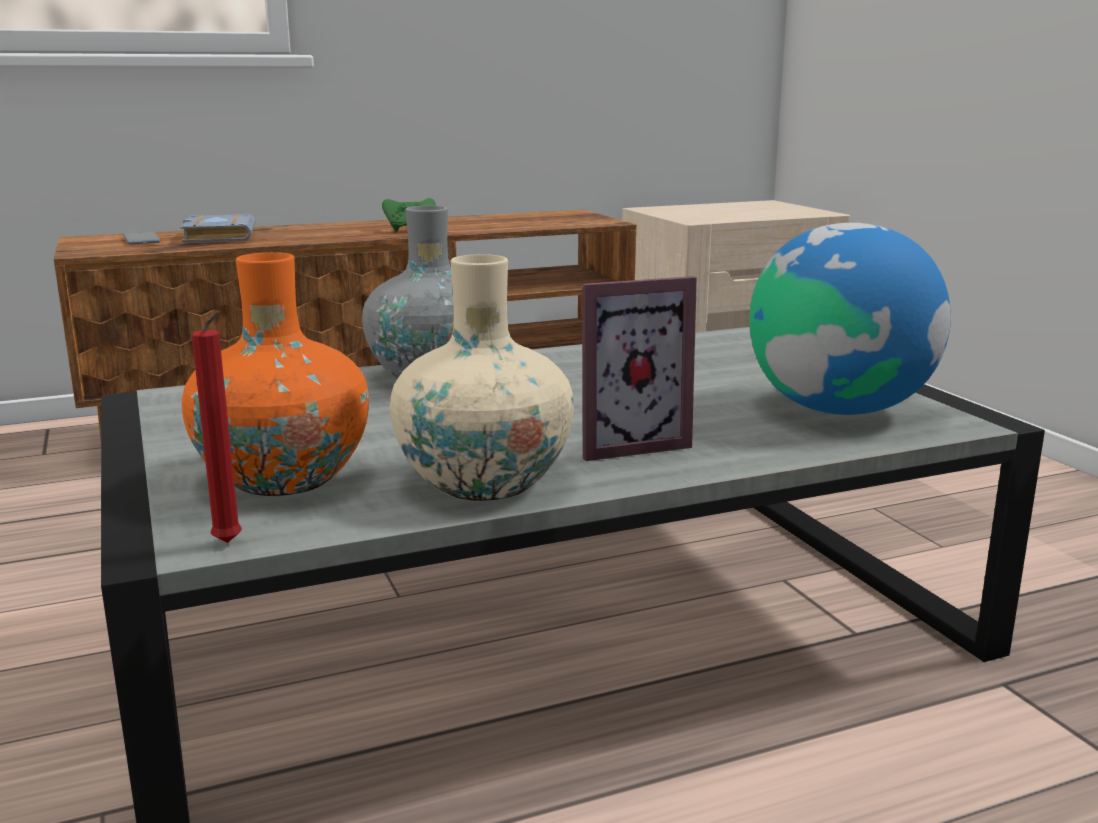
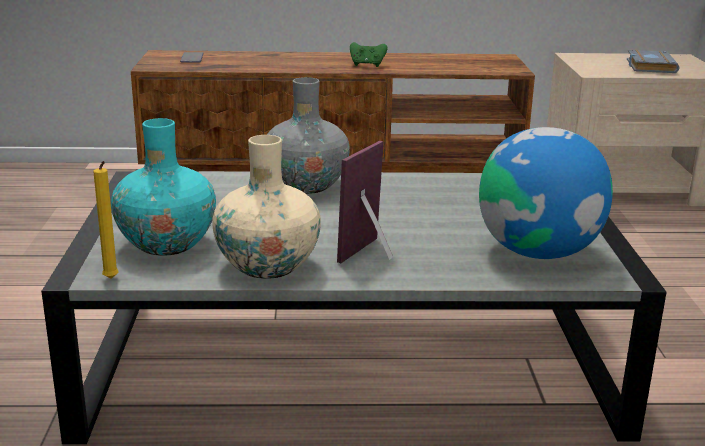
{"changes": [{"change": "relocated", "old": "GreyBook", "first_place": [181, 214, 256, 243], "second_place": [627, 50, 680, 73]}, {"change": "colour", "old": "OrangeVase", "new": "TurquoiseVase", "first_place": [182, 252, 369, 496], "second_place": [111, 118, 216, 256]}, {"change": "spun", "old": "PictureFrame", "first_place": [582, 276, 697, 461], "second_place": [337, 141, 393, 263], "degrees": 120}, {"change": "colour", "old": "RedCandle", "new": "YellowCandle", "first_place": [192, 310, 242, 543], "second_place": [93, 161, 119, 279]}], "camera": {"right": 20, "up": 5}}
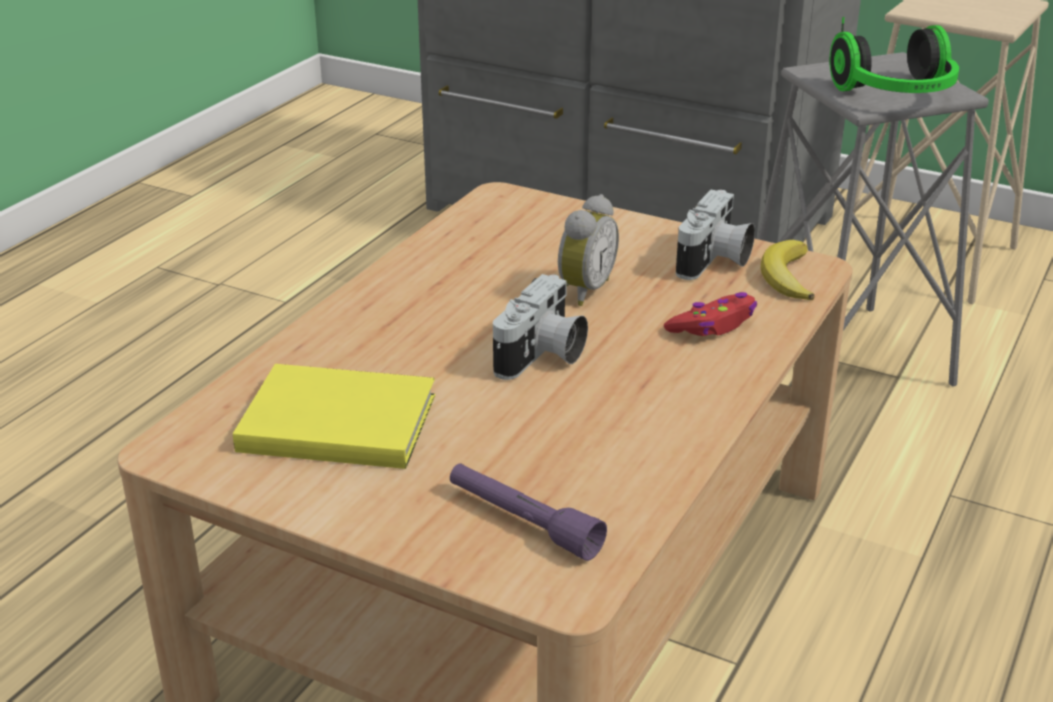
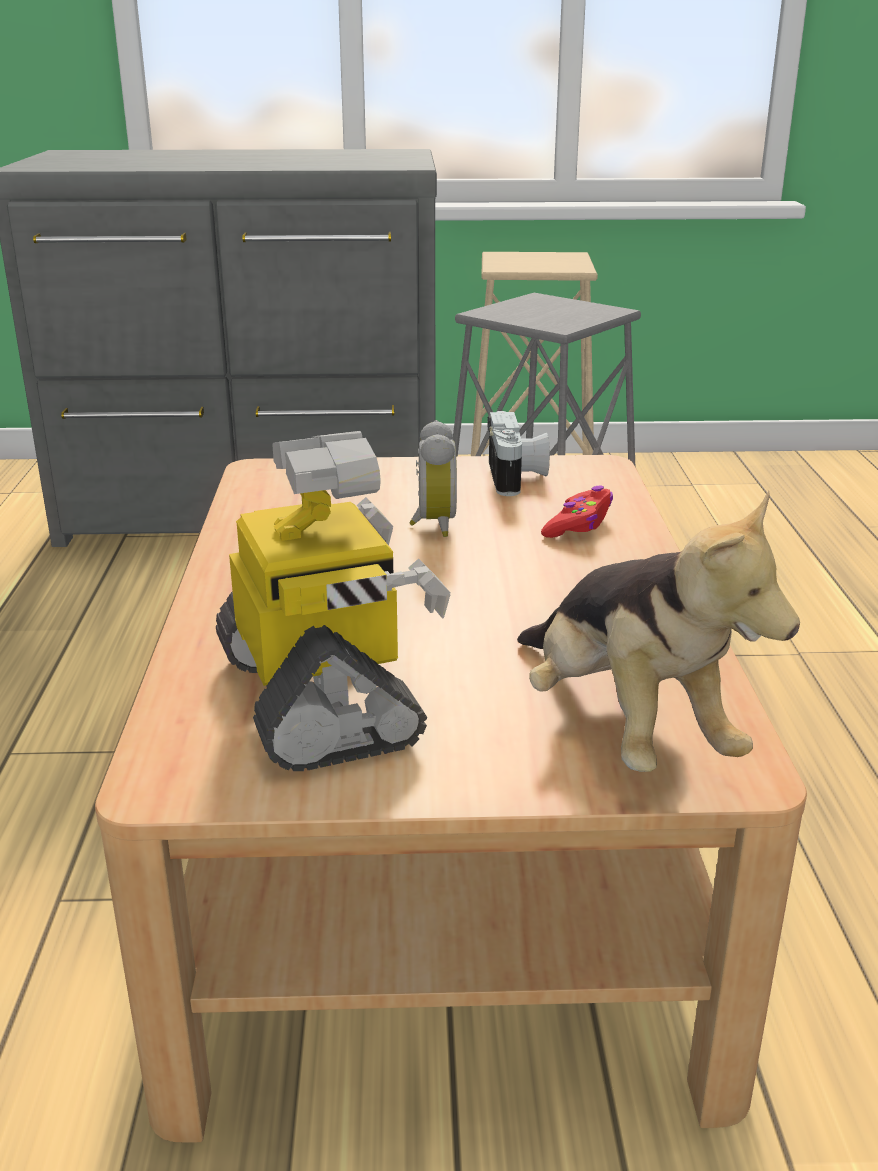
{"changes": [{"change": "missing", "old": "Headphones", "first_place": [830, 17, 959, 93]}, {"change": "missing", "old": "Banana", "first_place": [761, 240, 815, 300]}, {"change": "missing", "old": "PhotoCamera", "first_place": [493, 274, 588, 380]}, {"change": "exchanged", "old": "YellowBook", "new": "ToyRobot", "first_place": [233, 364, 435, 469], "second_place": [216, 431, 451, 771]}, {"change": "exchanged", "old": "PurpleFlashlight", "new": "PlushToy", "first_place": [450, 463, 607, 561], "second_place": [517, 490, 800, 772]}], "camera": {"right": -30, "up": -5}}
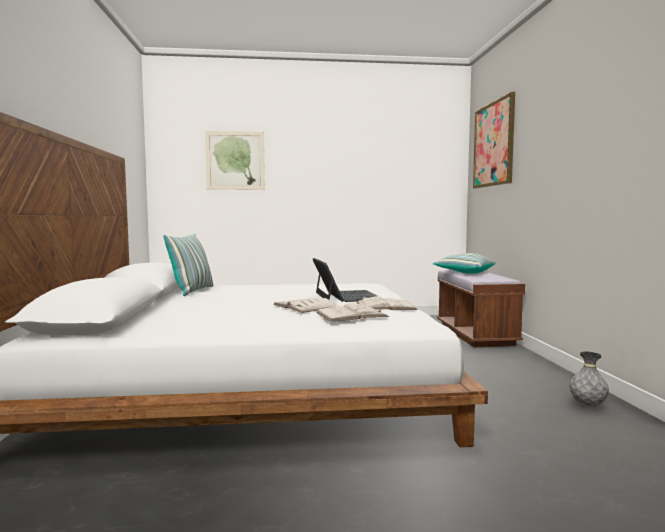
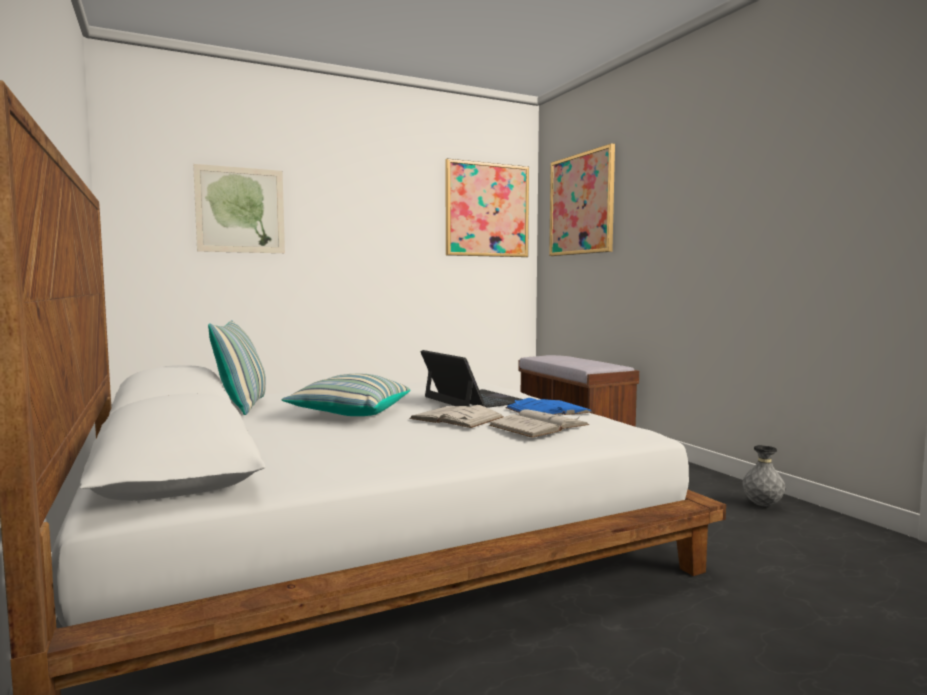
{"changes": [{"change": "relocated", "old": "Pillow", "first_place": [433, 253, 496, 273], "second_place": [282, 374, 410, 416]}, {"change": "colour", "old": "WhiteBook", "new": "BlueBook", "first_place": [356, 296, 418, 310], "second_place": [505, 398, 592, 415]}, {"change": "appeared", "new": "Picture", "second_place": [445, 159, 529, 257]}], "camera": {"right": -20, "up": 0}}
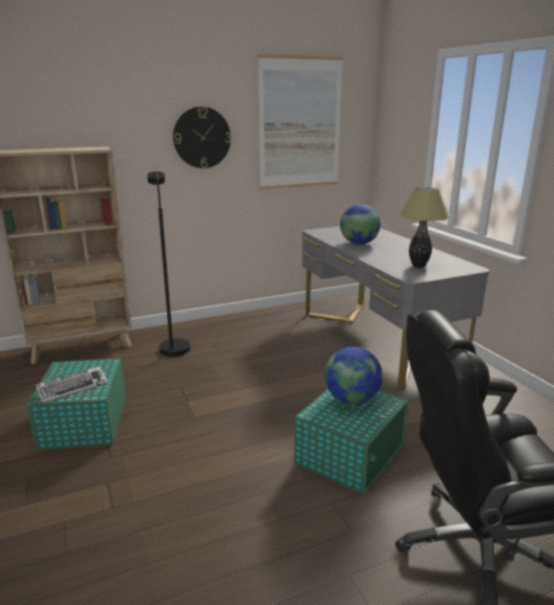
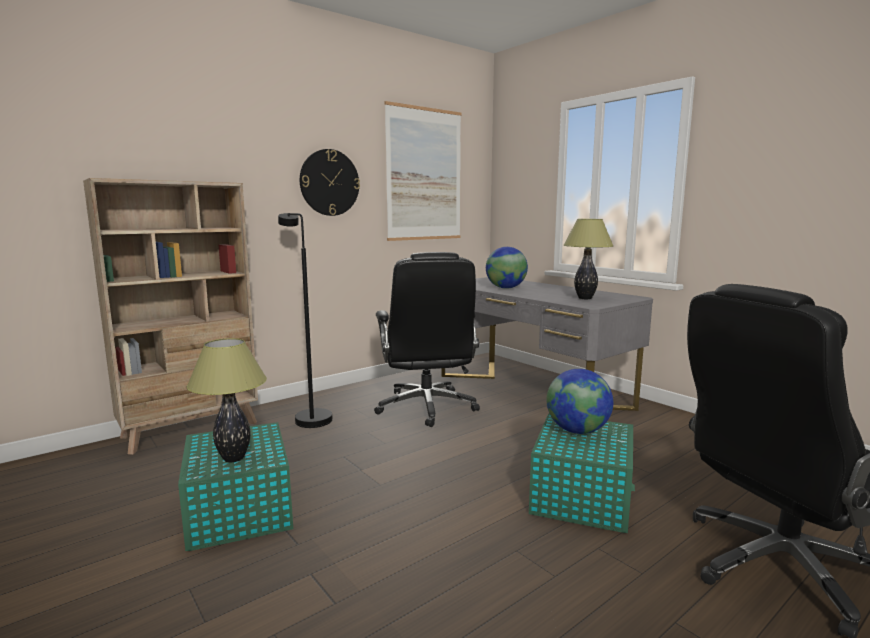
{"changes": [{"change": "exchanged", "old": "Keyboard", "new": "TableLamp", "first_place": [36, 366, 108, 403], "second_place": [187, 338, 267, 462]}, {"change": "appeared", "new": "BlackOfficeChair", "second_place": [374, 252, 480, 427]}], "camera": {"right": -15, "up": -10}}
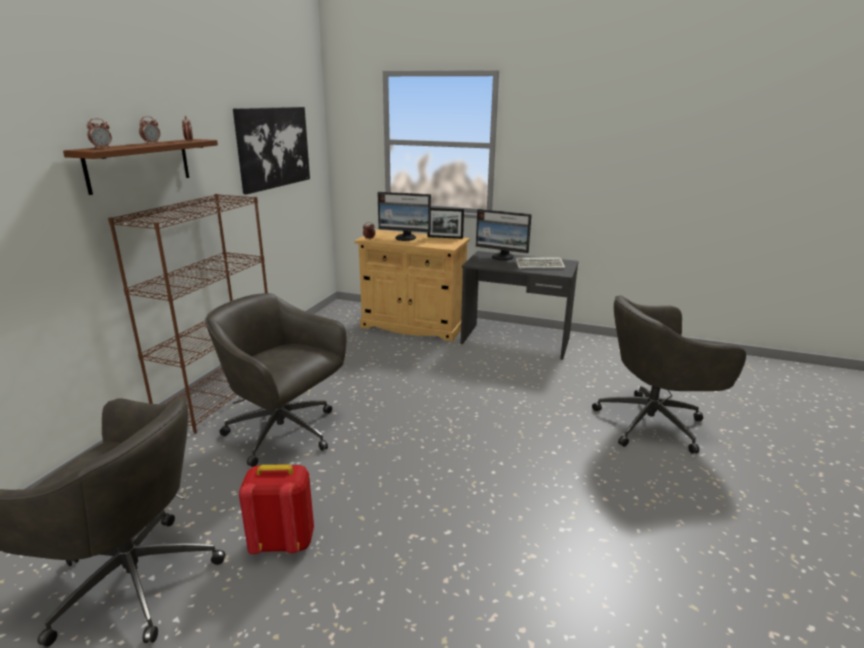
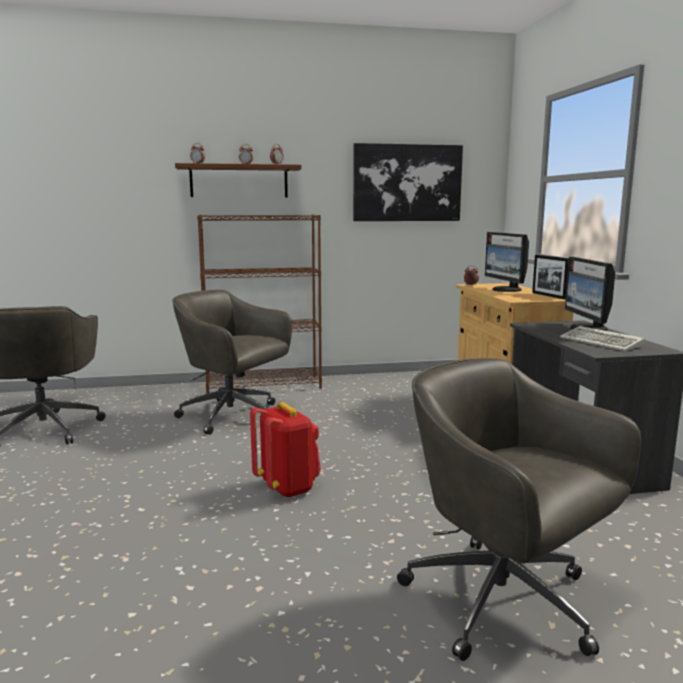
{"changes": [{"change": "spun", "old": "GreyOfficeChair", "first_place": [205, 293, 346, 467], "second_place": [172, 290, 292, 435], "degrees": -60}, {"change": "relocated", "old": "RedBackpack", "first_place": [239, 464, 314, 554], "second_place": [250, 402, 321, 498]}], "camera": {"right": 60, "up": -10}}
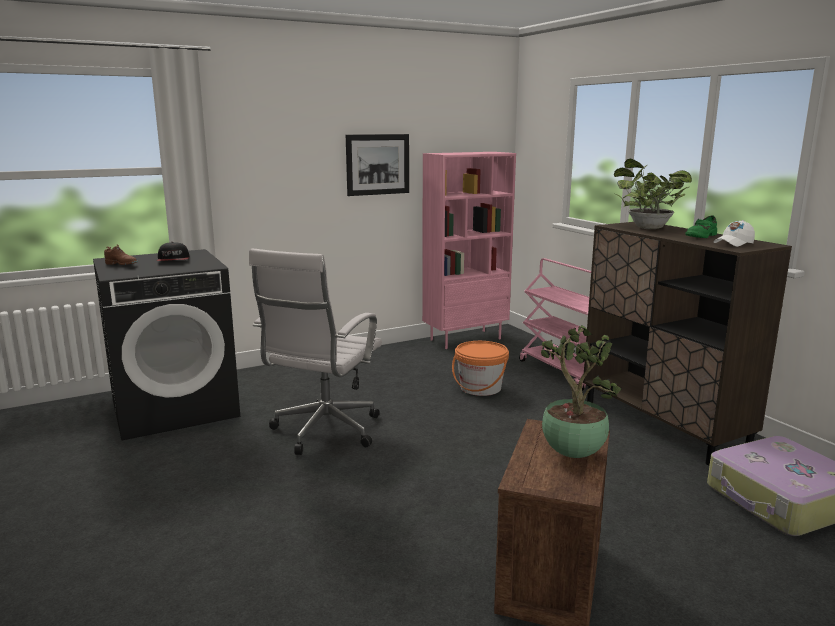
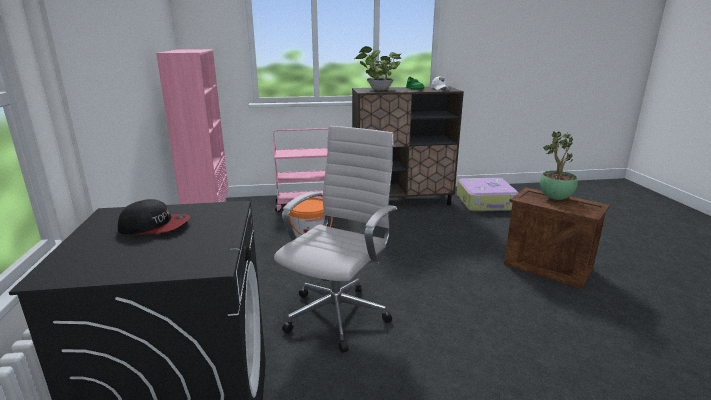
{"changes": [{"change": "missing", "old": "Picture", "first_place": [346, 134, 409, 196]}, {"change": "missing", "old": "BrownShoe", "first_place": [104, 245, 138, 265]}, {"change": "spun", "old": "WhiteOfficeChair", "first_place": [249, 249, 382, 455], "second_place": [274, 126, 397, 353], "degrees": -105}], "camera": {"right": -70, "up": 5}}
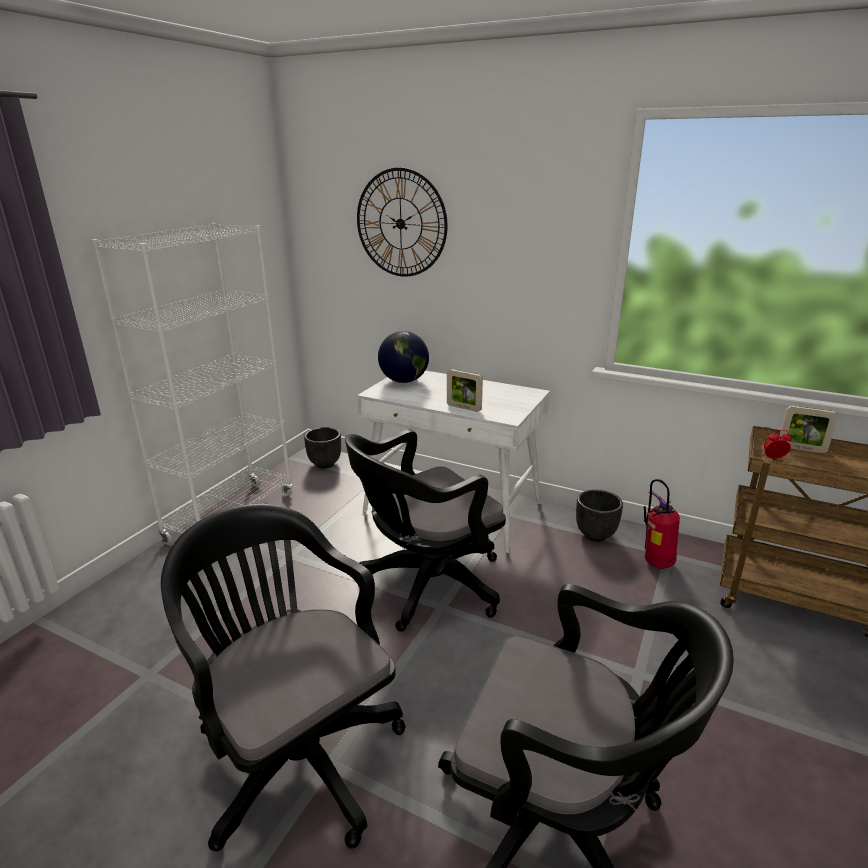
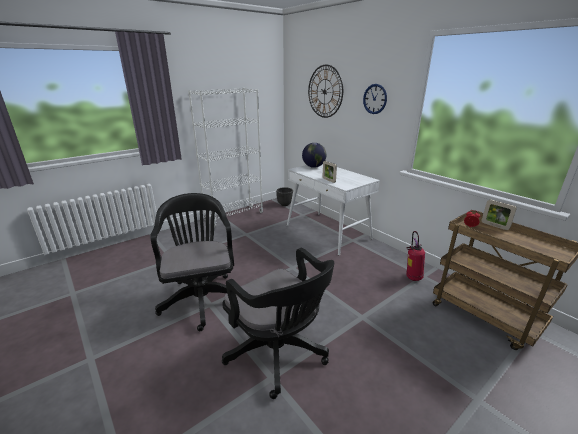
{"changes": [{"change": "missing", "old": "BlackOfficeChair", "first_place": [345, 430, 506, 632]}, {"change": "missing", "old": "BlackPlanter", "first_place": [576, 489, 623, 542]}, {"change": "appeared", "new": "WallClock", "second_place": [363, 84, 387, 114]}], "camera": {"right": 25, "up": 0}}
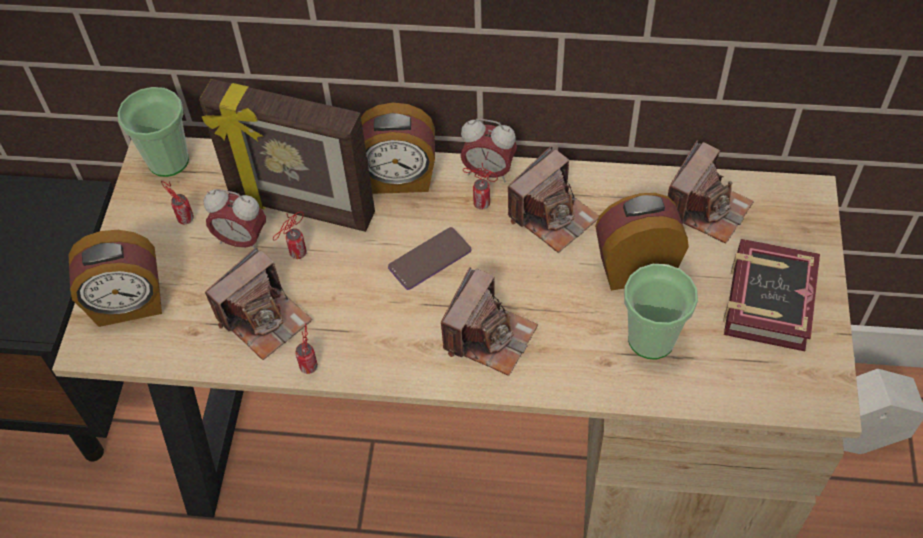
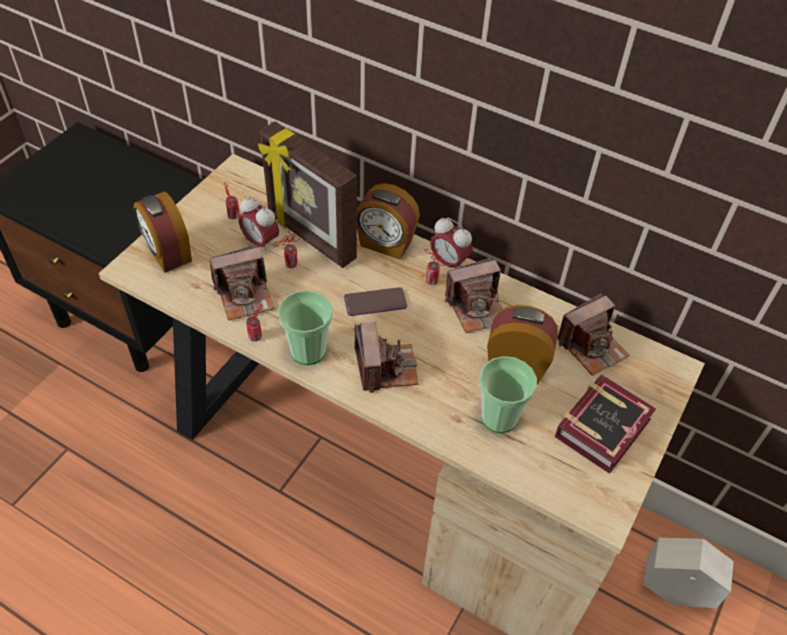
{"changes": [{"change": "relocated", "old": "Cup", "first_place": [117, 87, 189, 177], "second_place": [278, 290, 333, 365]}, {"change": "spun", "old": "AlarmClock", "first_place": [68, 230, 162, 327], "second_place": [133, 192, 192, 273], "degrees": 45}, {"change": "spun", "old": "PhotoCamera", "first_place": [441, 267, 538, 376], "second_place": [355, 322, 419, 393], "degrees": -60}], "camera": {"right": 20, "up": -5}}
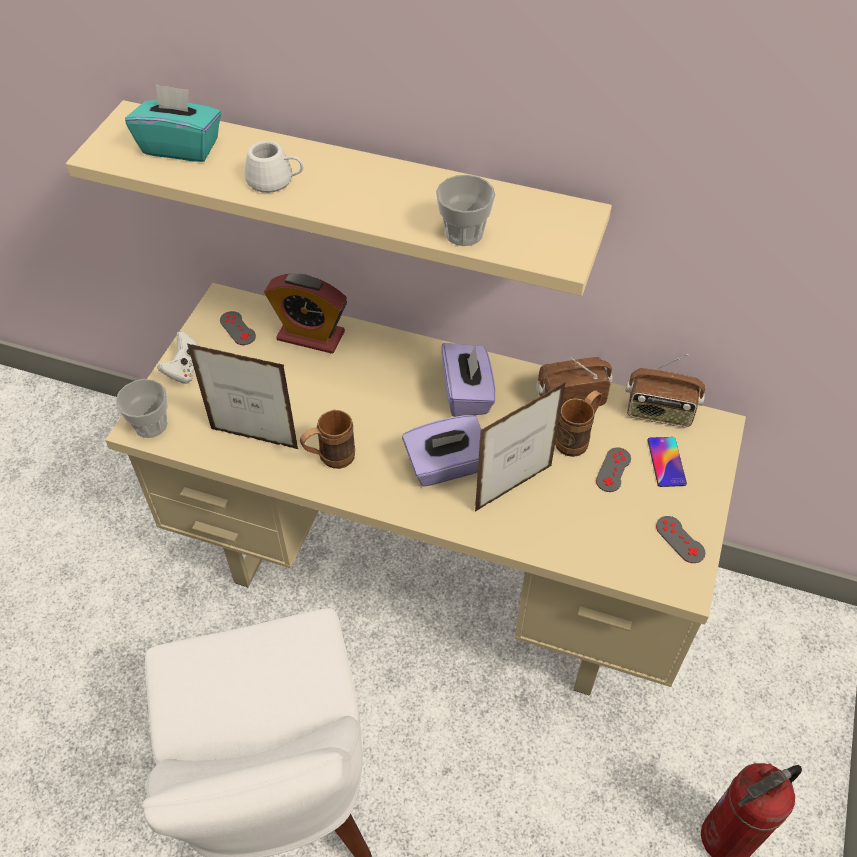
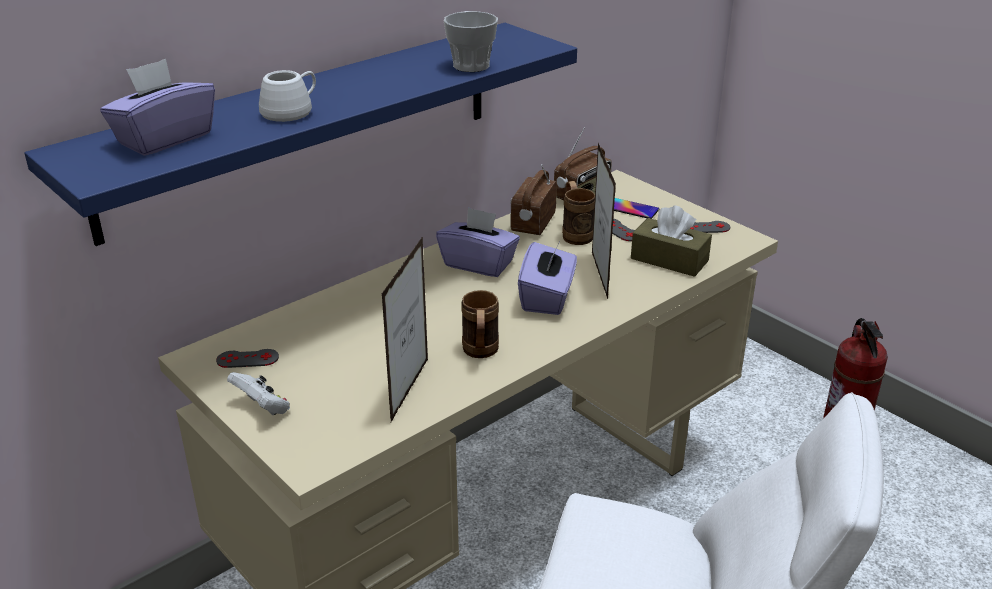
{"changes": [{"change": "colour", "old": "TurquoiseTissueBox", "new": "PurpleTissueBox", "first_place": [125, 84, 221, 162], "second_place": [100, 59, 215, 156]}, {"change": "colour", "old": "BeigeShelf", "new": "BlueShelf", "first_place": [66, 100, 612, 296], "second_place": [24, 23, 577, 246]}, {"change": "missing", "old": "AlarmClock", "first_place": [264, 274, 347, 354]}, {"change": "spun", "old": "PictureFrame", "first_place": [187, 343, 298, 449], "second_place": [382, 236, 428, 424], "degrees": 150}, {"change": "missing", "old": "Cup", "first_place": [116, 379, 168, 438]}, {"change": "appeared", "new": "BrownTissueBox", "second_place": [631, 205, 712, 277]}], "camera": {"right": -60, "up": -20}}
